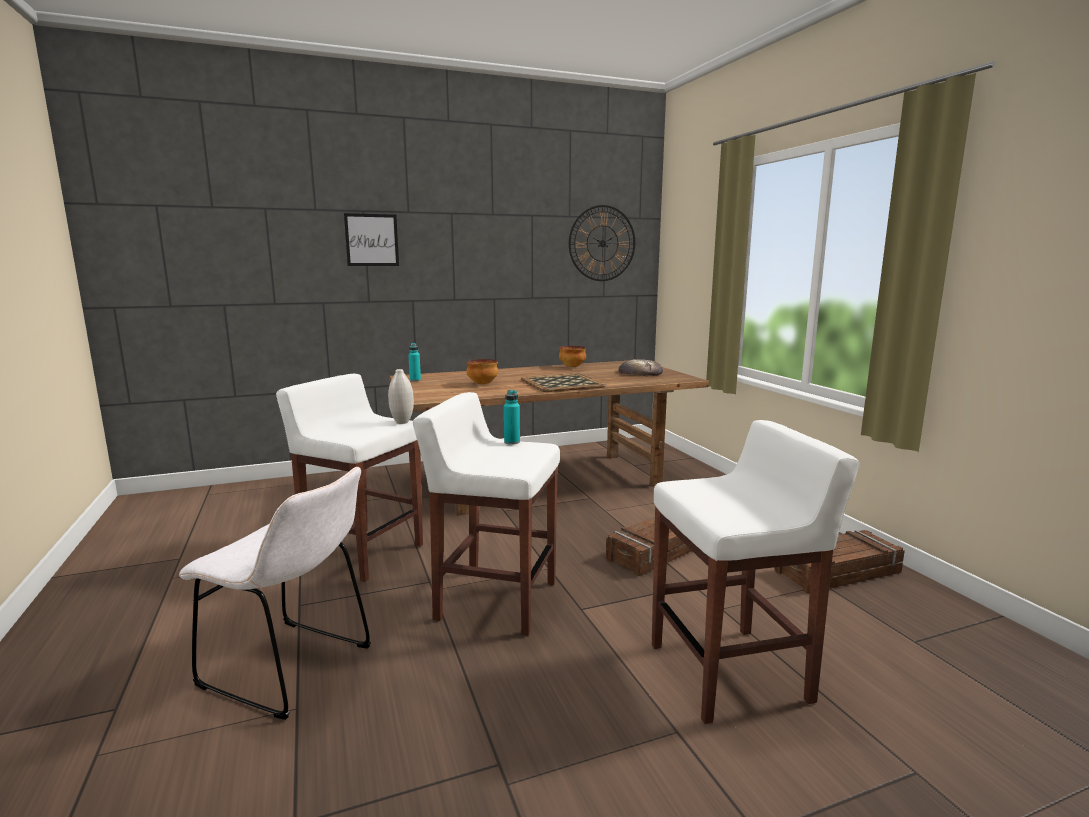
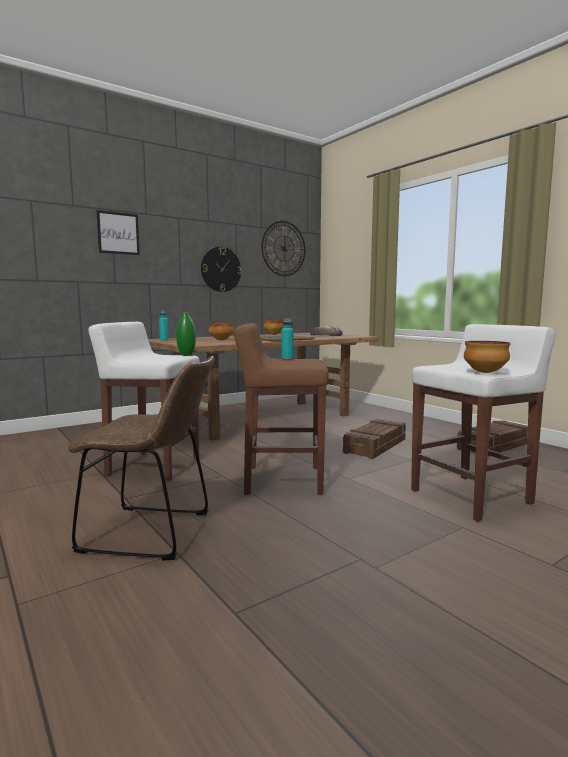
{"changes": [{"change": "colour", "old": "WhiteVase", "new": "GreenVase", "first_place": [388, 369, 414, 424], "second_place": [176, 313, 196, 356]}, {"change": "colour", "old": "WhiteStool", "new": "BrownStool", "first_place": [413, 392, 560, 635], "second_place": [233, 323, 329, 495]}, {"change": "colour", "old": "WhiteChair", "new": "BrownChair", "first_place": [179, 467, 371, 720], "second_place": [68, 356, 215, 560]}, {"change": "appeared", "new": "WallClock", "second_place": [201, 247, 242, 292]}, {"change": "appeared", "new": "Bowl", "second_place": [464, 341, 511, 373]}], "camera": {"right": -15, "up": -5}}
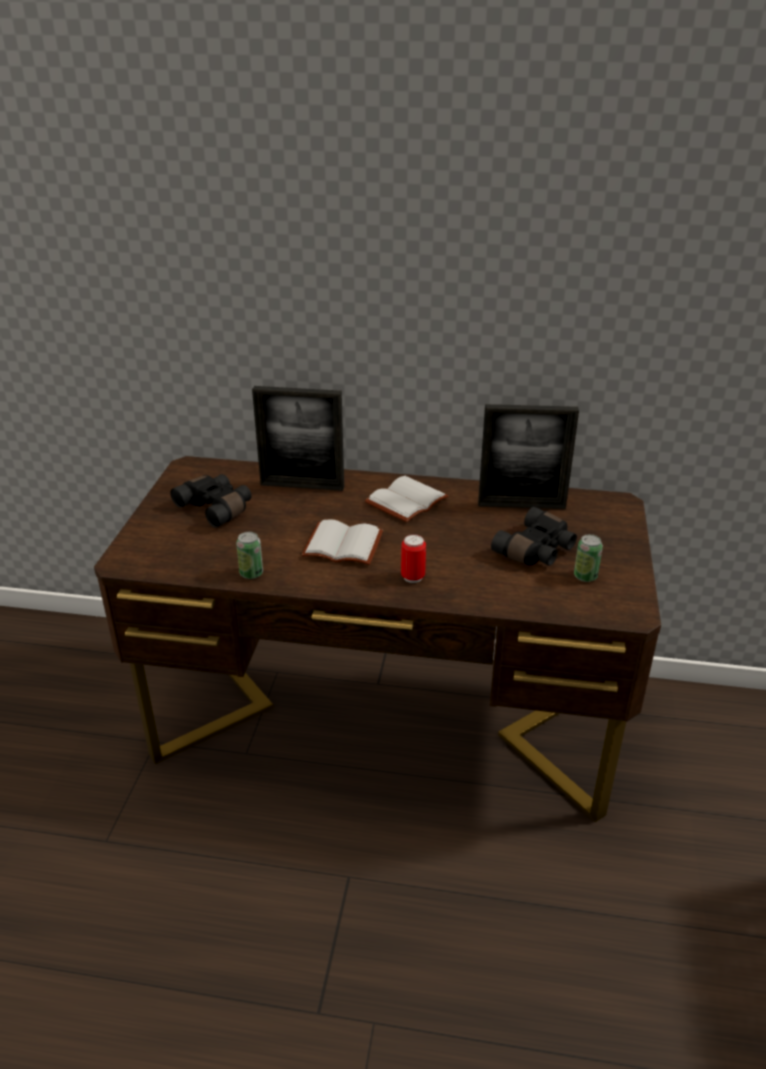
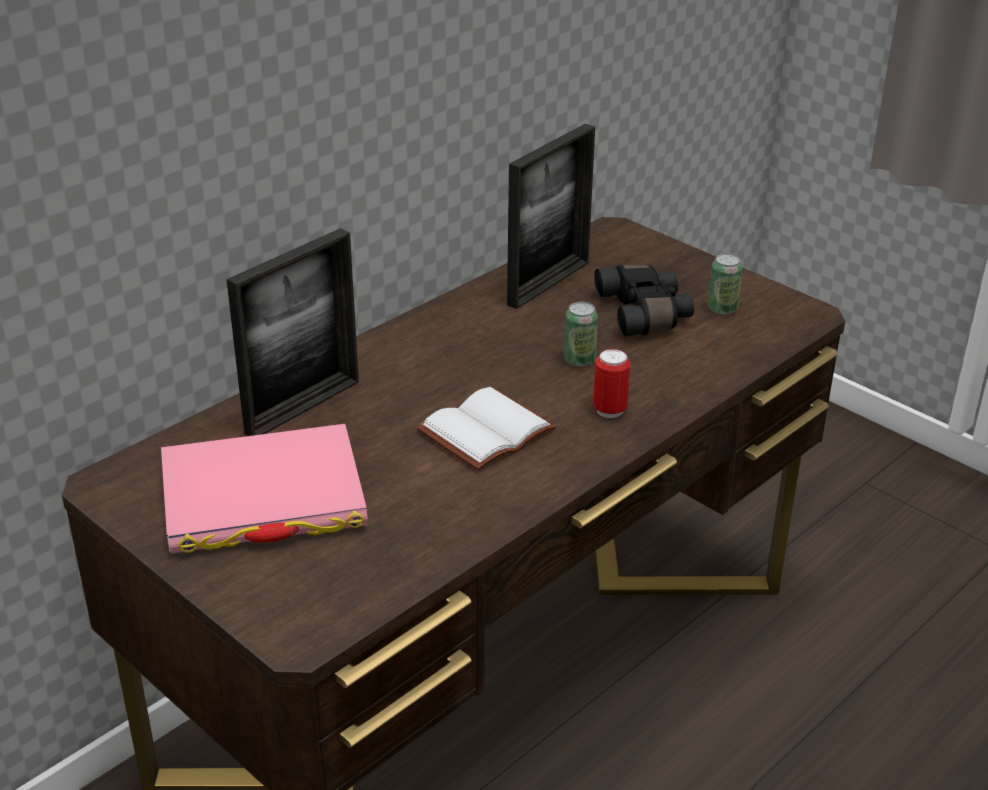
{"changes": [{"change": "exchanged", "old": "BlackBinoculars", "new": "PinkBook", "first_place": [170, 474, 252, 527], "second_place": [161, 424, 368, 554]}, {"change": "missing", "old": "WhiteBook", "first_place": [365, 476, 449, 522]}, {"change": "relocated", "old": "Can", "first_place": [236, 532, 263, 579], "second_place": [564, 302, 598, 366]}], "camera": {"right": -55, "up": 0}}
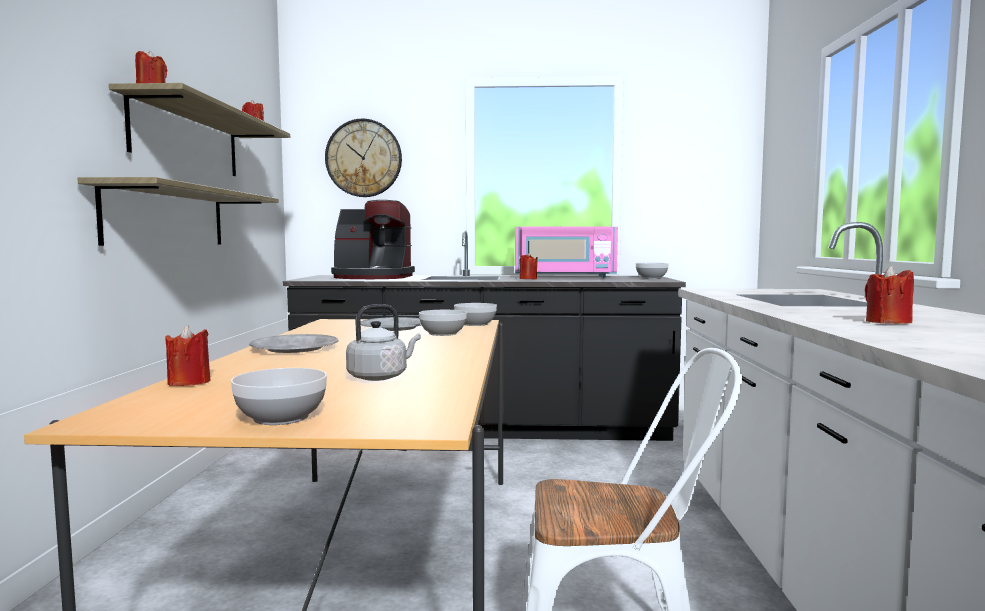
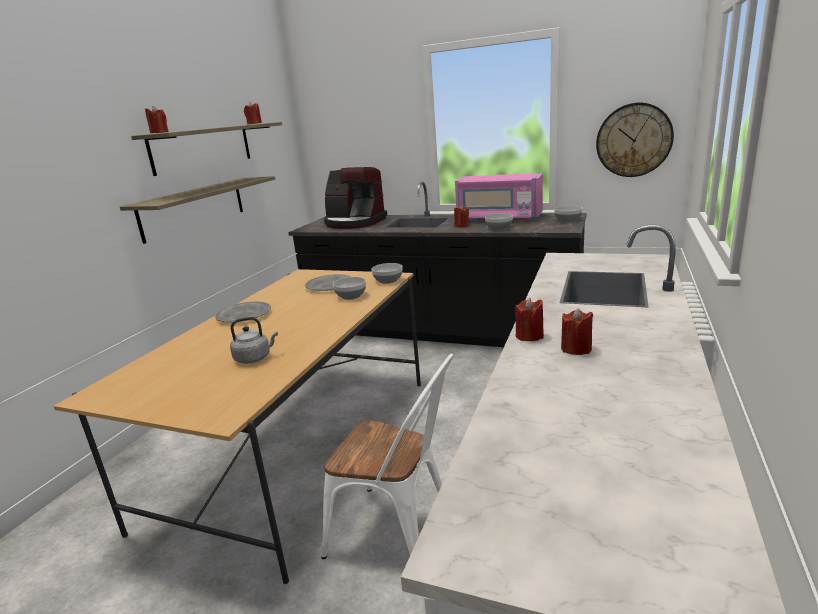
{"changes": [{"change": "relocated", "old": "WallClock", "first_place": [325, 119, 402, 197], "second_place": [596, 103, 674, 177]}, {"change": "relocated", "old": "RedCandle", "first_place": [166, 325, 210, 386], "second_place": [515, 298, 544, 341]}, {"change": "relocated", "old": "Bowl", "first_place": [231, 368, 327, 425], "second_place": [485, 213, 513, 231]}], "camera": {"right": 20, "up": 15}}
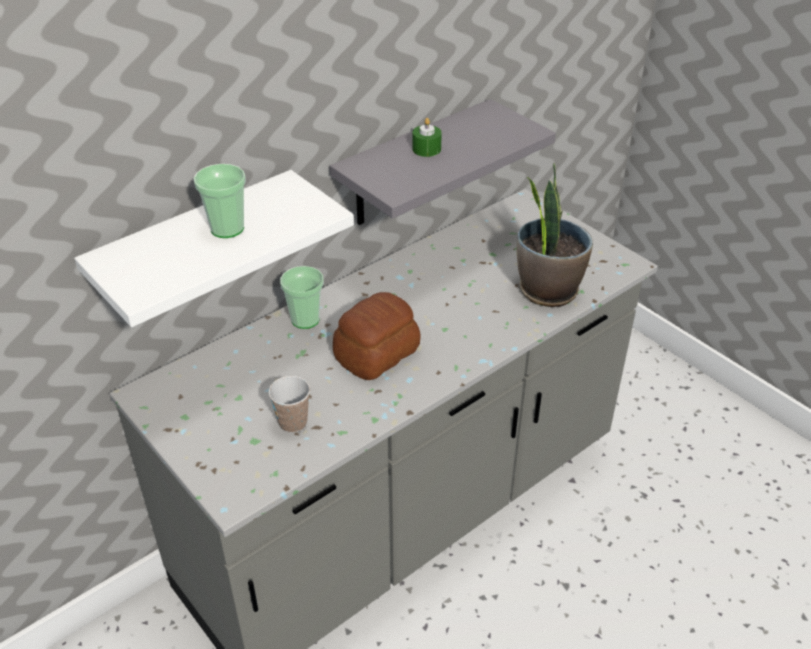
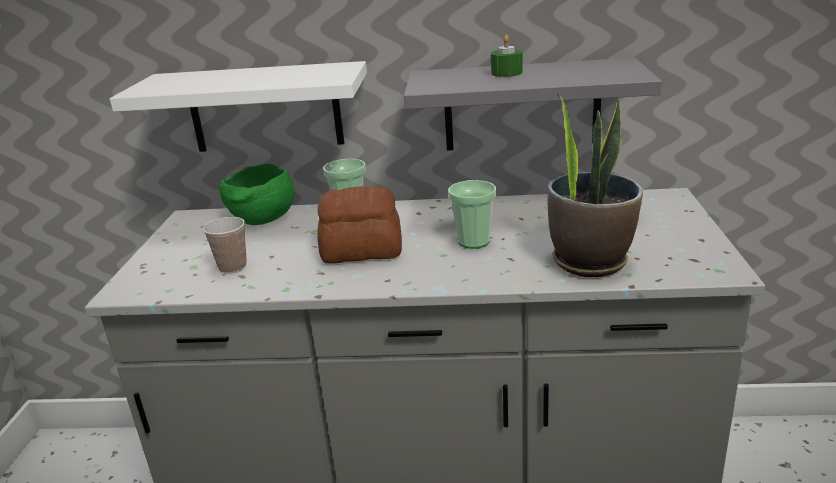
{"changes": [{"change": "relocated", "old": "Cup", "first_place": [193, 164, 246, 238], "second_place": [448, 180, 496, 249]}, {"change": "appeared", "new": "GreenBowl", "second_place": [220, 163, 294, 225]}], "camera": {"right": 45, "up": -15}}
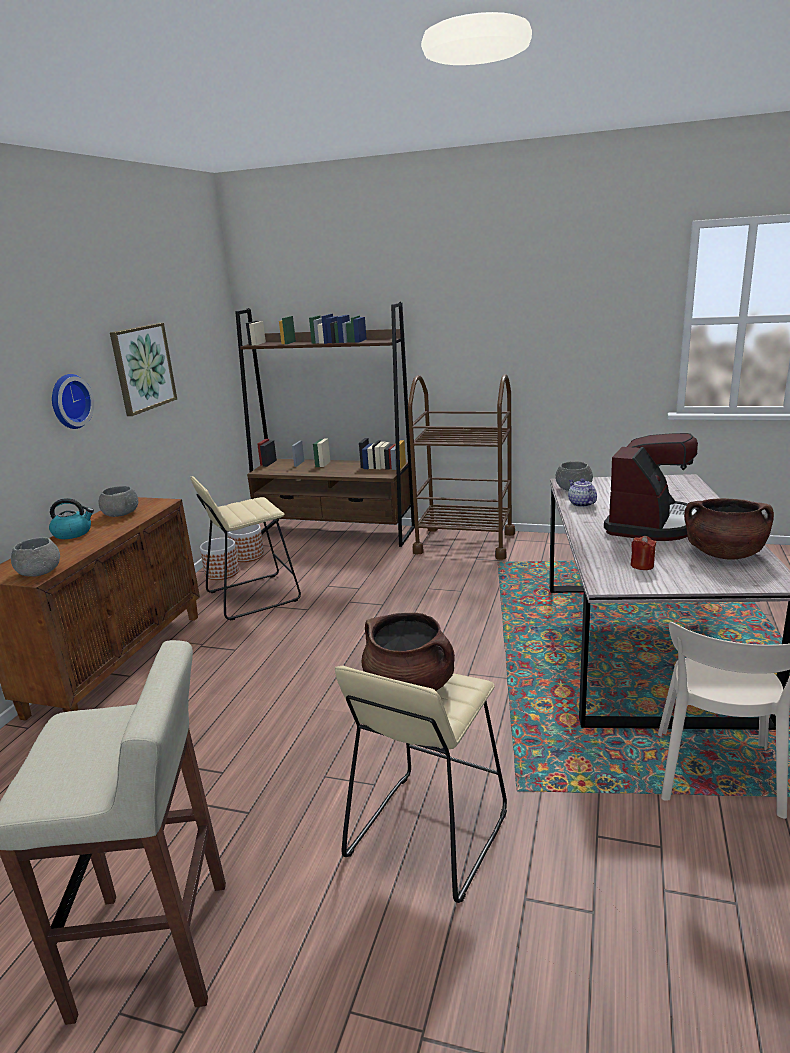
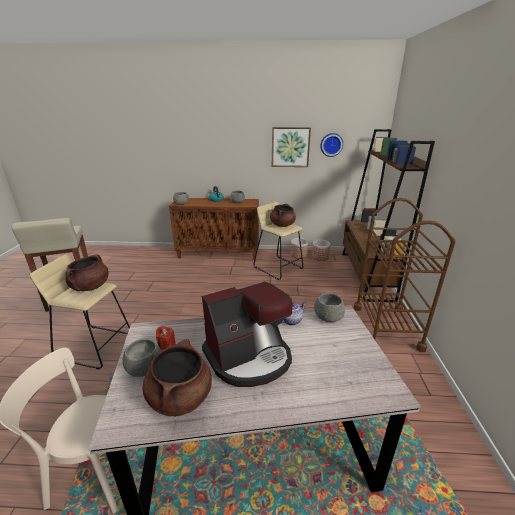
{"changes": [{"change": "relocated", "old": "WallClock", "first_place": [52, 374, 94, 429], "second_place": [320, 133, 343, 157]}, {"change": "spun", "old": "CoffeeMachine", "first_place": [604, 433, 698, 541], "second_place": [202, 282, 292, 387], "degrees": -45}, {"change": "appeared", "new": "BrownCookingPot", "second_place": [270, 204, 296, 227]}, {"change": "appeared", "new": "GreyBowl", "second_place": [122, 339, 161, 377]}], "camera": {"right": 75, "up": 5}}
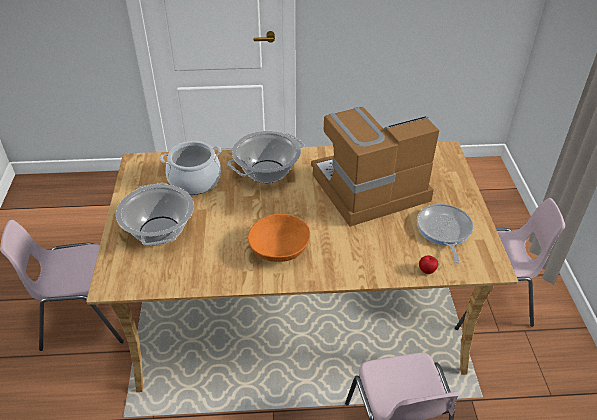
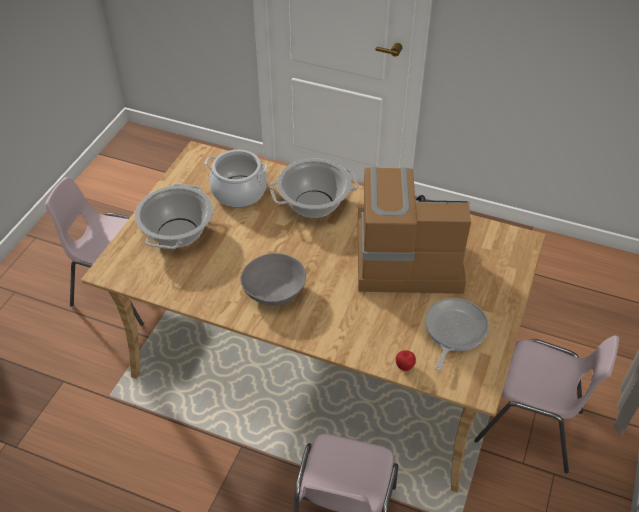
{"changes": [{"change": "colour", "old": "OrangeBowl", "new": "GreyBowl", "first_place": [248, 214, 310, 262], "second_place": [241, 253, 306, 306]}], "camera": {"right": 25, "up": 5}}
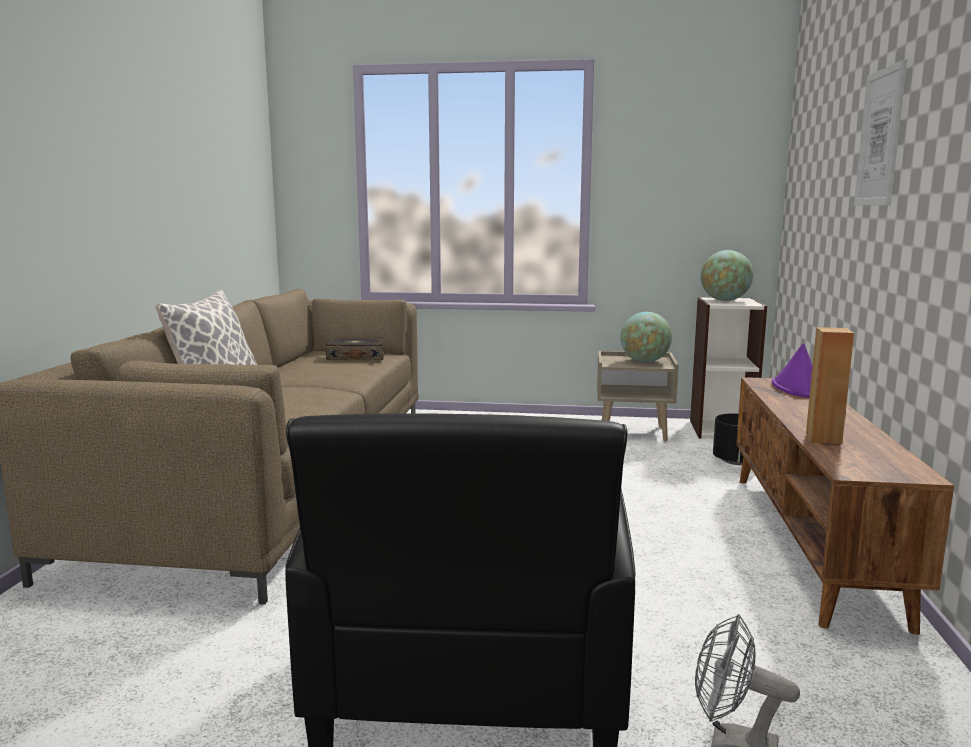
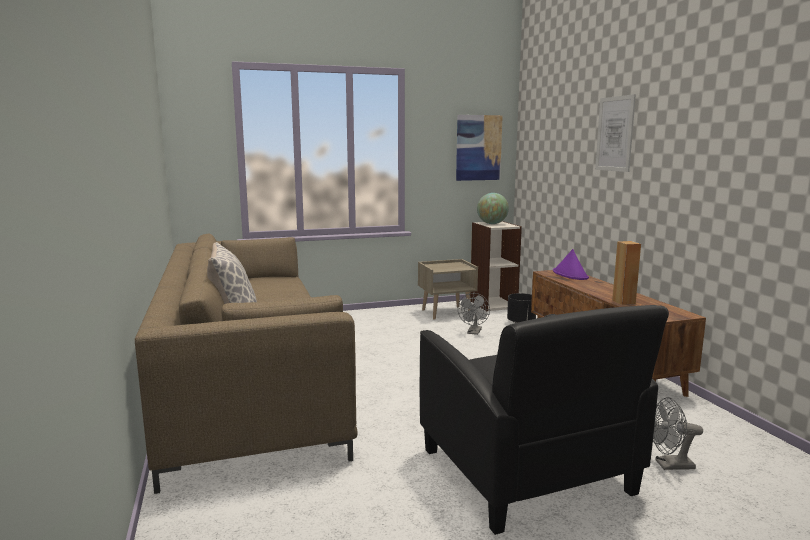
{"changes": [{"change": "missing", "old": "Globe", "first_place": [620, 312, 672, 362]}, {"change": "missing", "old": "Book", "first_place": [325, 337, 384, 360]}, {"change": "appeared", "new": "Picture", "second_place": [456, 115, 503, 181]}, {"change": "appeared", "new": "GreyFan", "second_place": [458, 293, 490, 335]}], "camera": {"right": -25, "up": 0}}
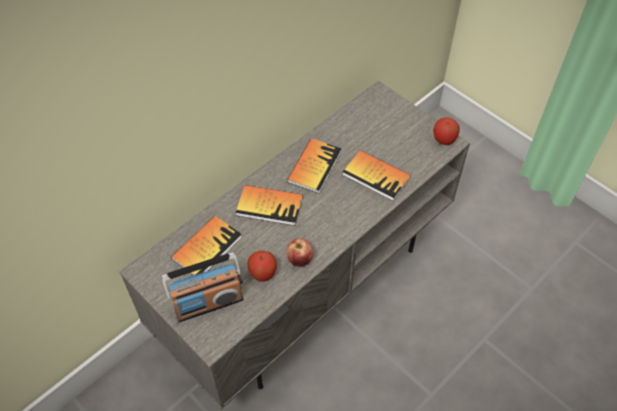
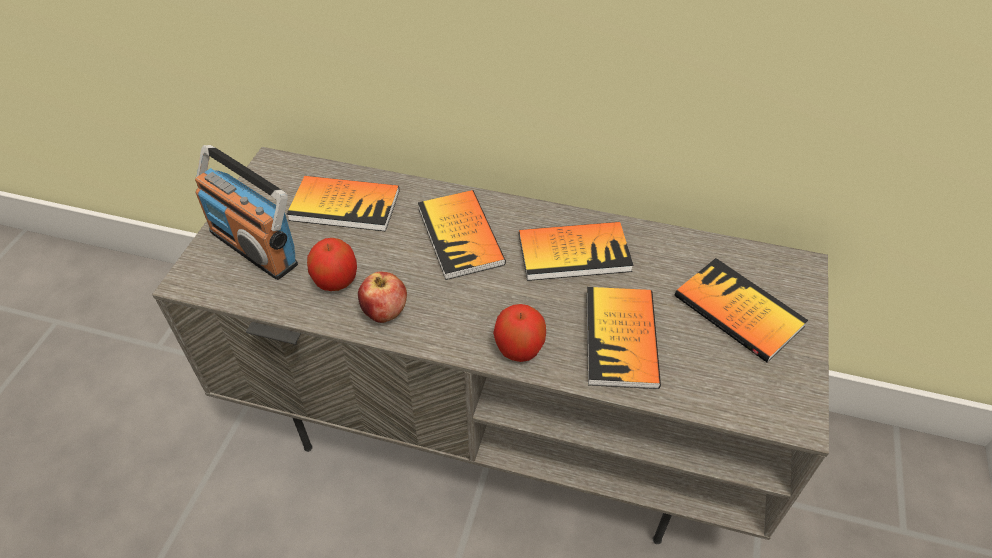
{"changes": [{"change": "relocated", "old": "Apple", "first_place": [433, 117, 460, 145], "second_place": [493, 304, 546, 362]}, {"change": "appeared", "new": "Book", "second_place": [675, 258, 808, 363]}], "camera": {"right": 60, "up": -5}}
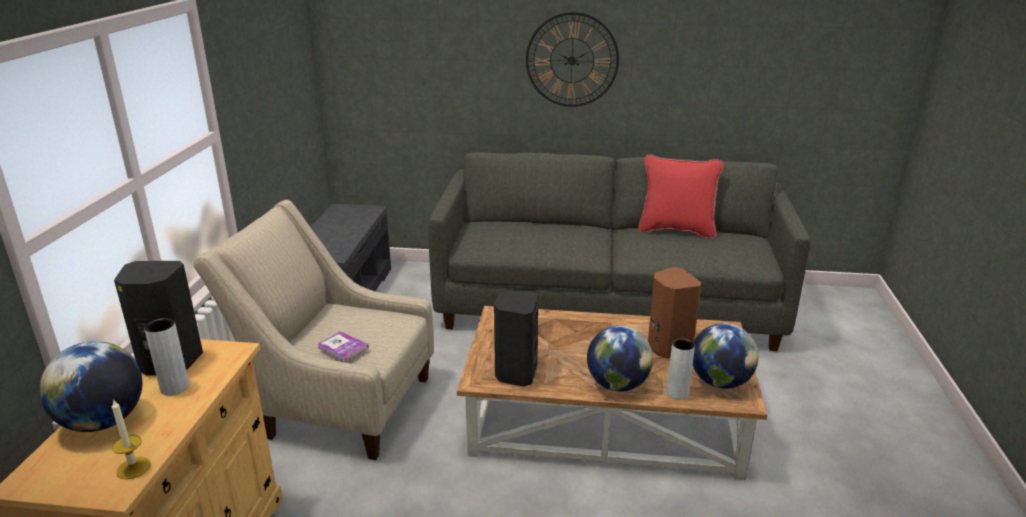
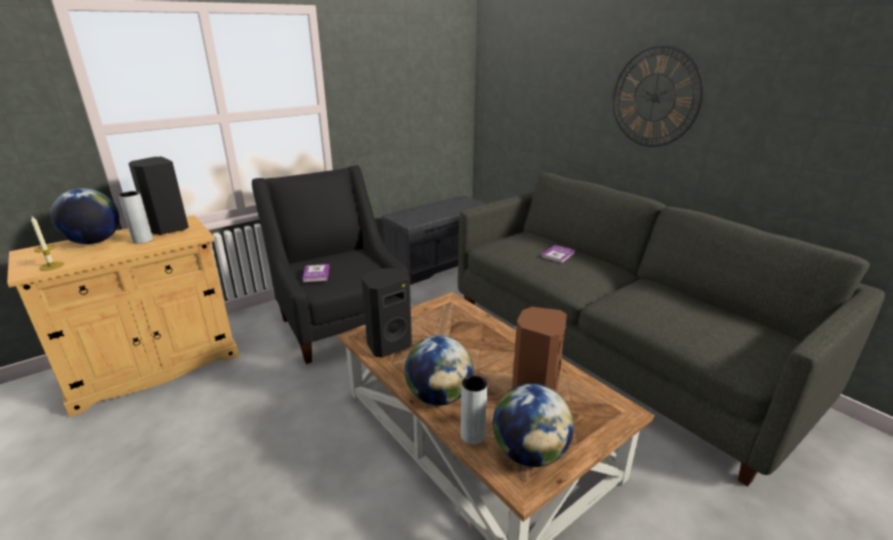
{"changes": [{"change": "missing", "old": "RedPillow", "first_place": [638, 154, 724, 239]}, {"change": "colour", "old": "BeigeArmchair", "new": "BlackArmchair", "first_place": [193, 200, 434, 460], "second_place": [252, 165, 411, 364]}, {"change": "appeared", "new": "Book", "second_place": [541, 245, 575, 263]}], "camera": {"right": 45, "up": 0}}
